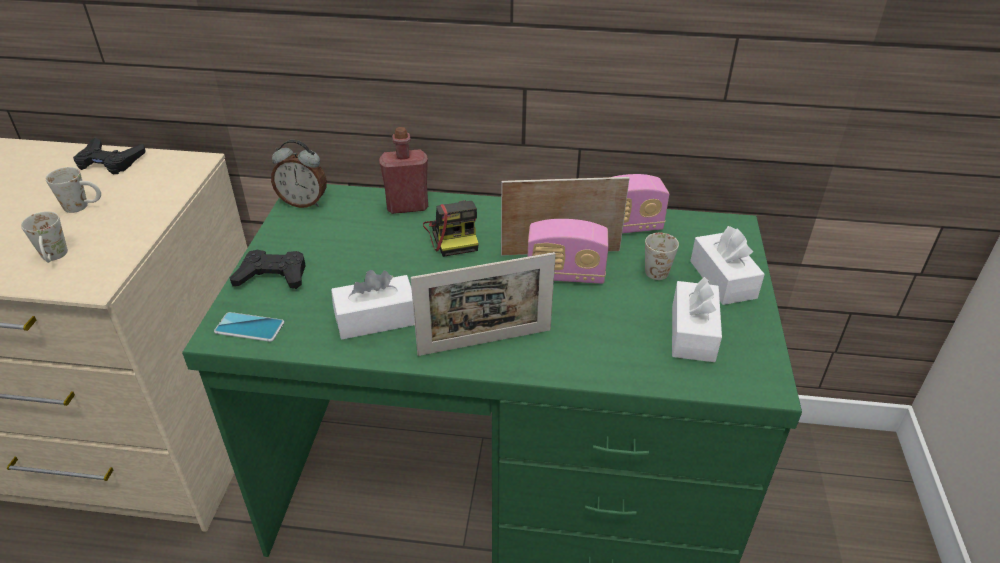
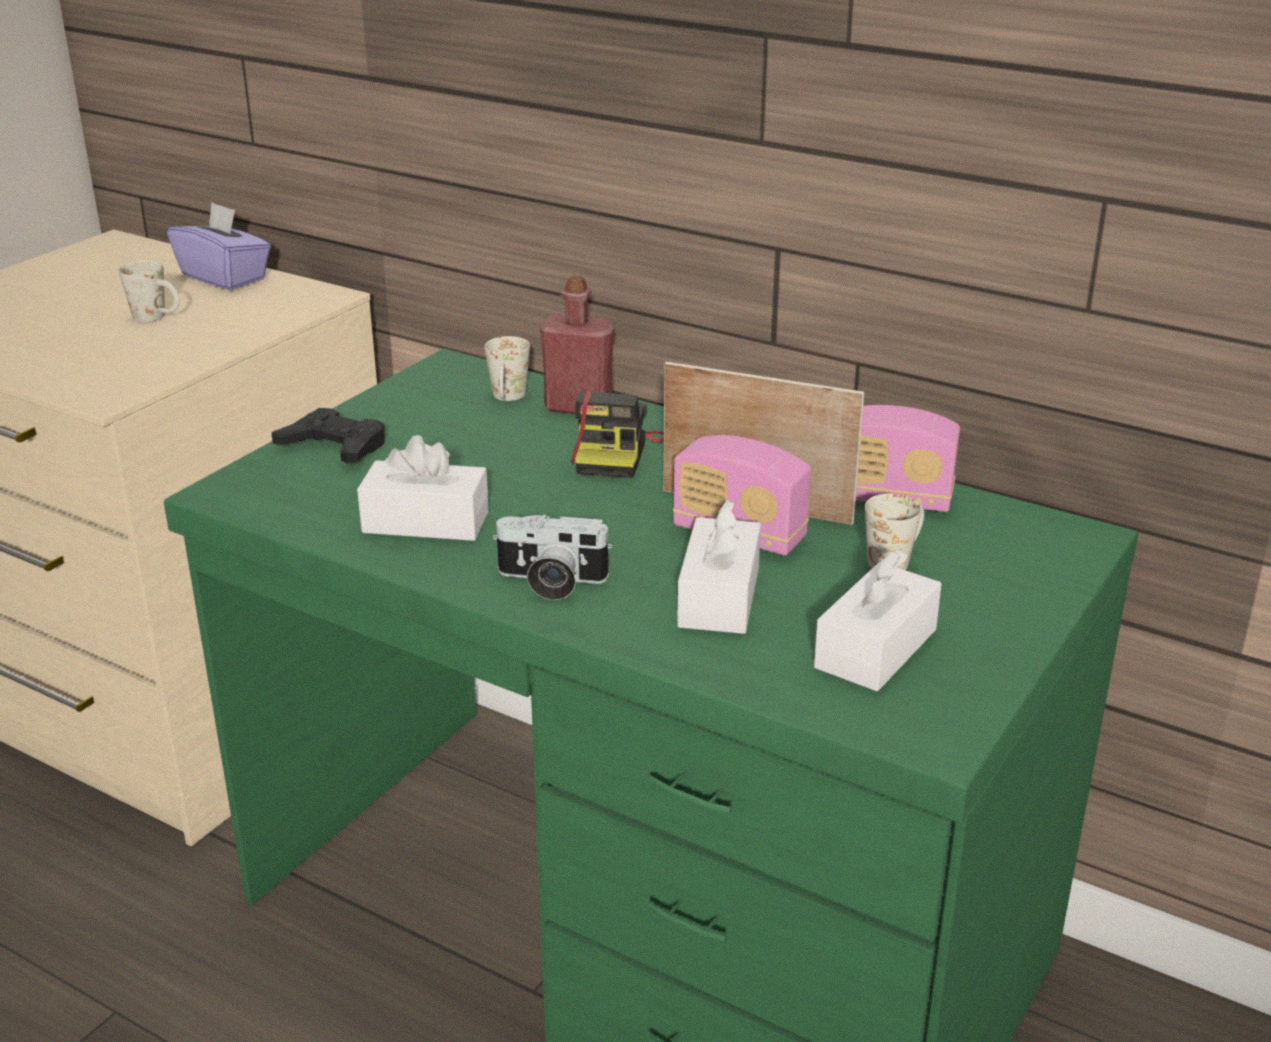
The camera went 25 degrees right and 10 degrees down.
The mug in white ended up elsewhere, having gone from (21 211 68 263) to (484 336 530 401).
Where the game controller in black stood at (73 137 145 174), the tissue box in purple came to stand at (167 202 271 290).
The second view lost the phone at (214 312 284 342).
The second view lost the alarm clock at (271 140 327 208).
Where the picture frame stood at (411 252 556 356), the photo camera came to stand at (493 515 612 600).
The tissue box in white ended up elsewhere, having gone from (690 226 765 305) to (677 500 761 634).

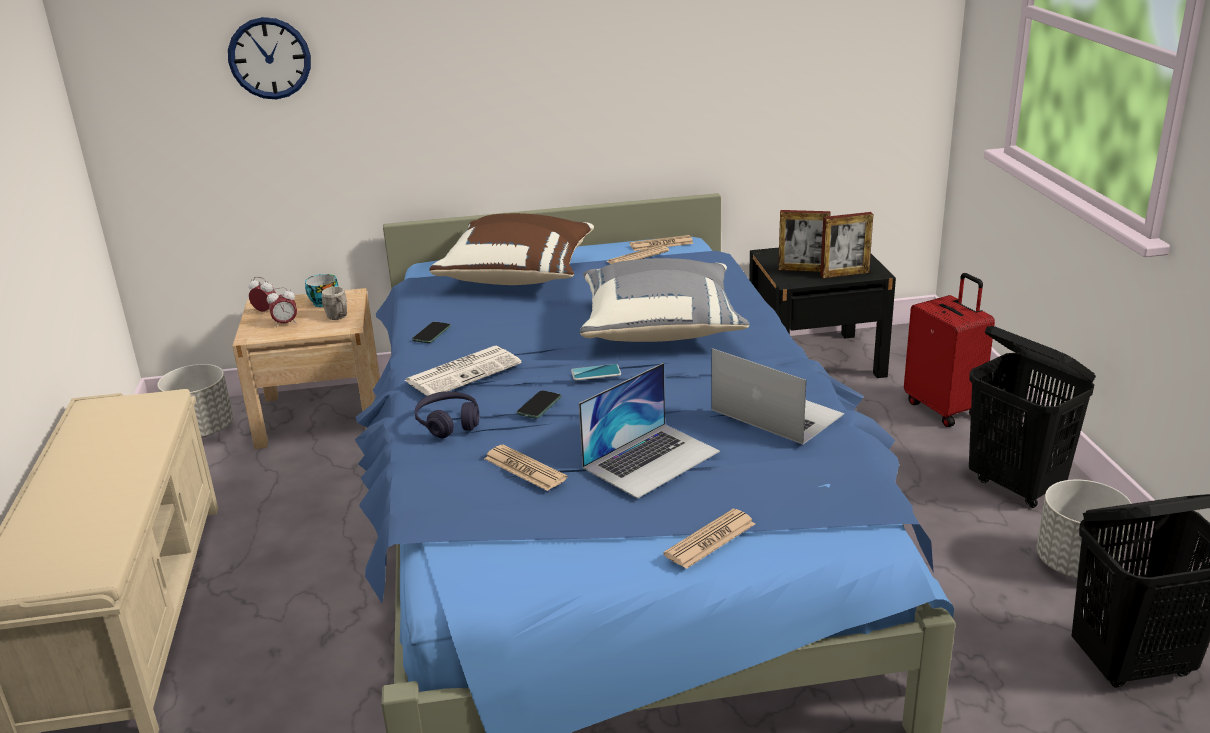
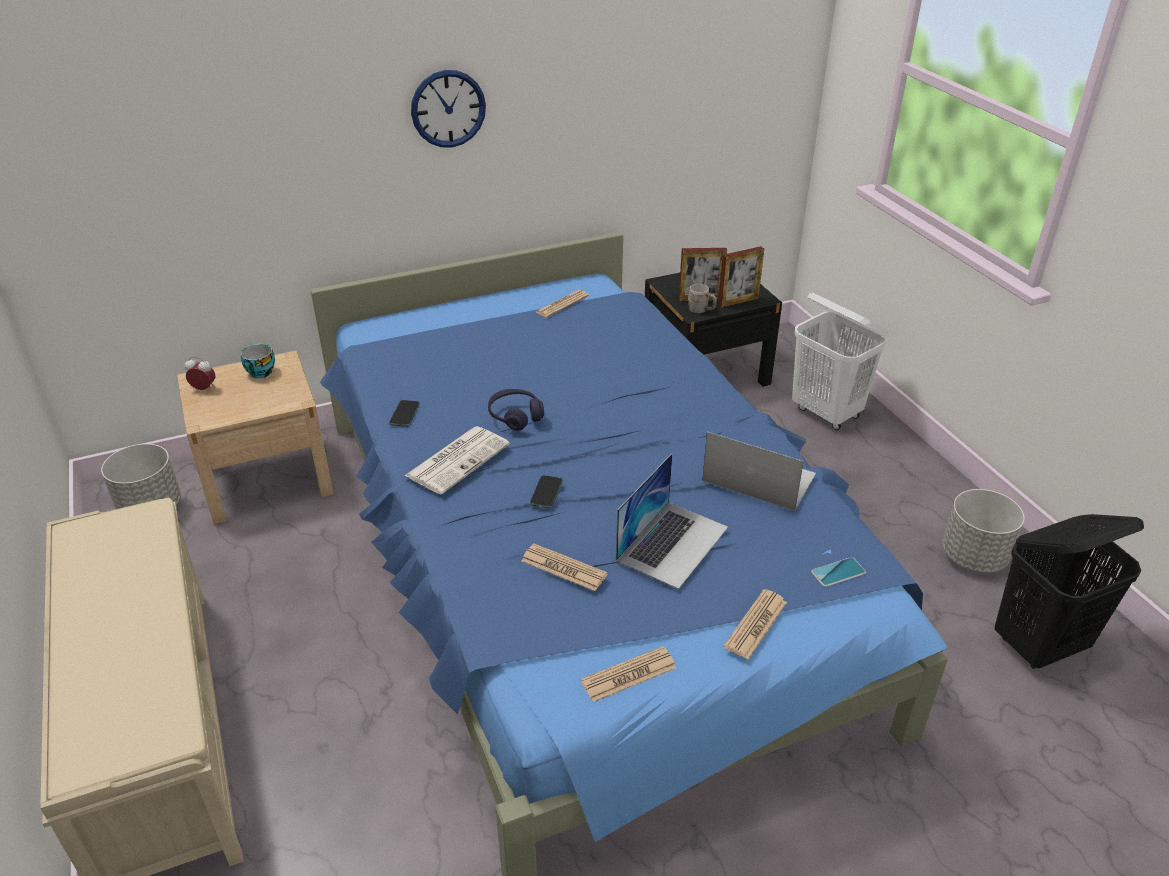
The camera went 15 degrees left and 10 degrees up.
The wall clock ended up elsewhere, having gone from (228 17 311 99) to (411 70 486 147).
The second view lost the alarm clock at (267 287 297 327).
The mug in grey ended up elsewhere, having gone from (322 287 347 320) to (688 284 717 313).
The headphones in purple ended up elsewhere, having gone from (415 391 479 438) to (488 389 544 431).
The second view lost the pillow in brown at (429 213 594 285).
The phone ended up elsewhere, having gone from (571 364 621 381) to (811 557 866 587).
The second view lost the pillow in grey at (580 258 750 342).
The newspaper ended up elsewhere, having gone from (630 235 694 251) to (581 646 676 702).
Where the suitcase in red stood at (904 273 995 427), the laundry basket in white came to stand at (792 293 887 430).
The second view lost the laundry basket in black at (969 326 1096 508).

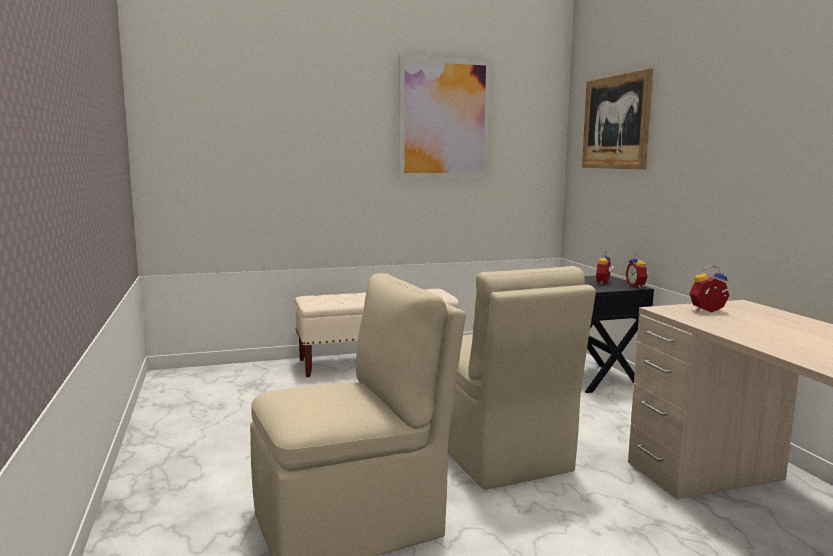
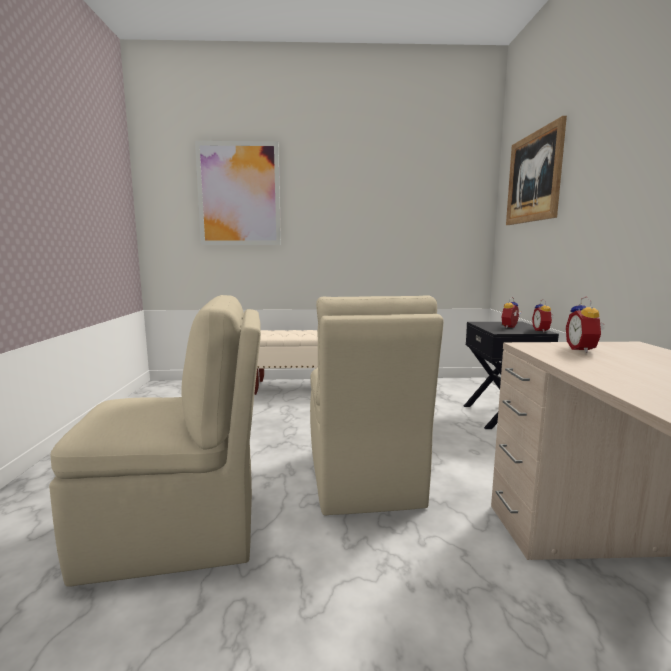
The camera went 15 degrees right and 0 degrees up.
The picture ended up elsewhere, having gone from (398 55 491 178) to (195 141 281 245).
The alarm clock at (690 265 729 312) ended up facing another way, 90 degrees counterclockwise from before.

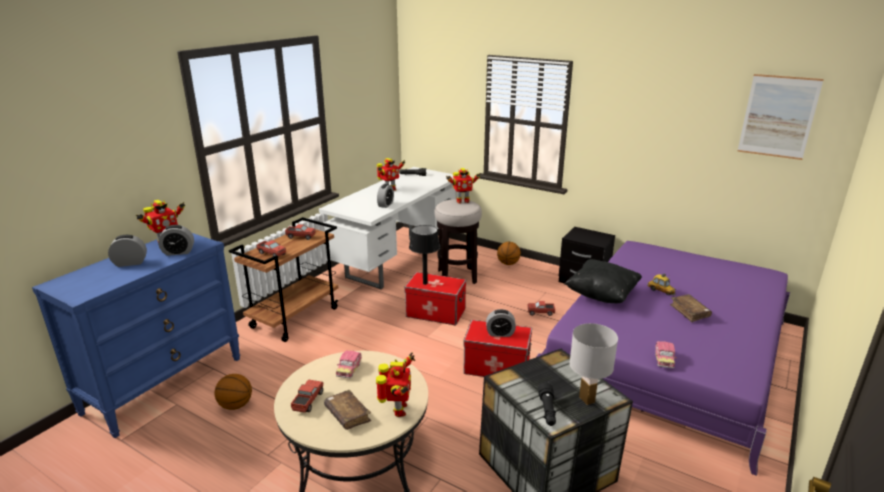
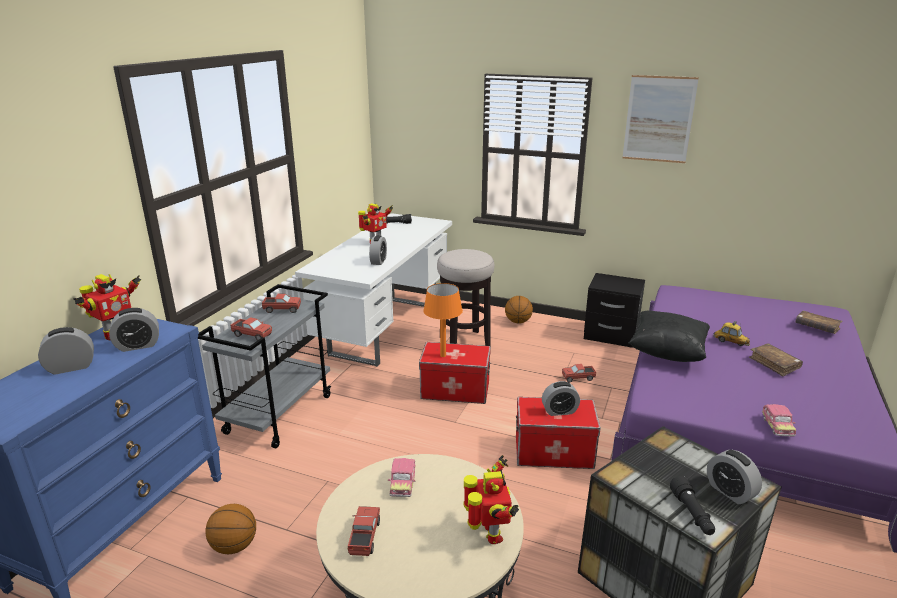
The camera went 10 degrees left and 0 degrees up.
What was the cart in brown at (229 217 339 342) turned into the cart in grey at (198 284 331 449).
The book in brown ended up elsewhere, having gone from (324 390 371 430) to (795 311 842 334).
What was the table lamp in black at (409 225 440 285) turned into the table lamp in orange at (423 283 463 357).
The second view lost the toy robot at (446 168 480 204).
Where the table lamp in white stood at (569 323 618 405), the alarm clock came to stand at (707 450 762 504).
The picture ended up elsewhere, having gone from (737 74 824 160) to (622 75 699 163).

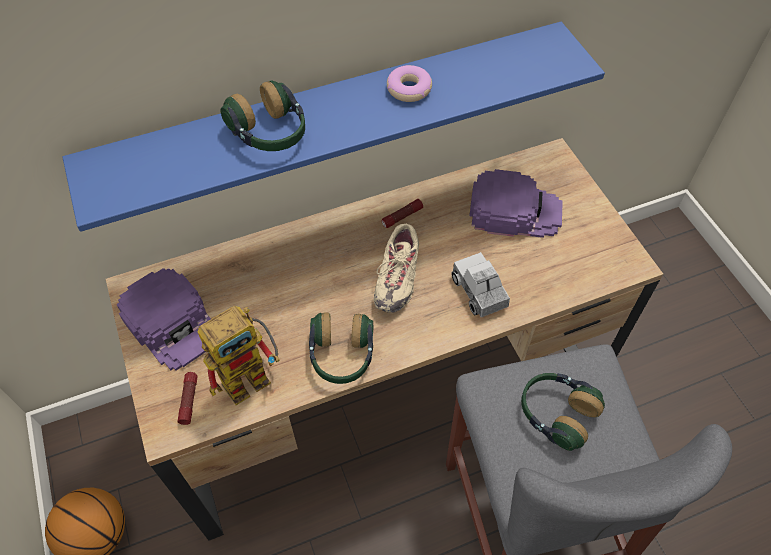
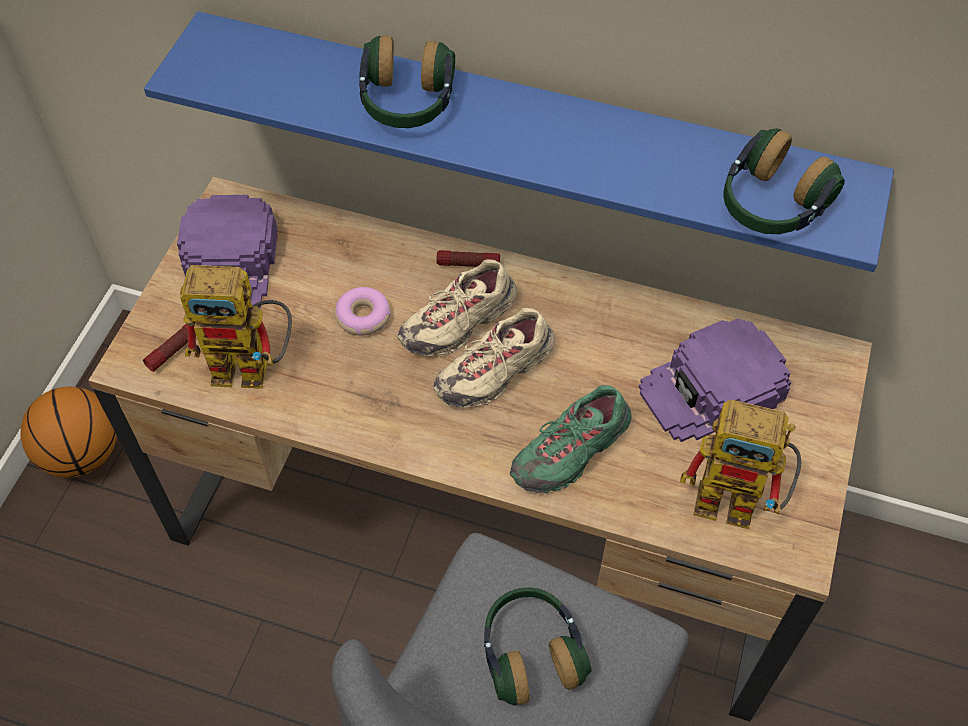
The camera went 40 degrees right and 0 degrees up.
The headphones ended up elsewhere, having gone from (309 312 373 384) to (723 128 845 234).
The flashlight ended up elsewhere, having gone from (382 199 423 228) to (436 250 500 267).
The donut ended up elsewhere, having gone from (387 65 432 102) to (335 287 391 336).
Where the toy truck stood at (452 252 510 317), the shoe in green came to stand at (510 385 631 493).
The cap in purple at (469 169 563 238) ended up facing another way, 105 degrees clockwise from before.
The second view gained the shoe in beige at (397 259 517 356).
The second view gained the toy robot at (680 400 801 529).

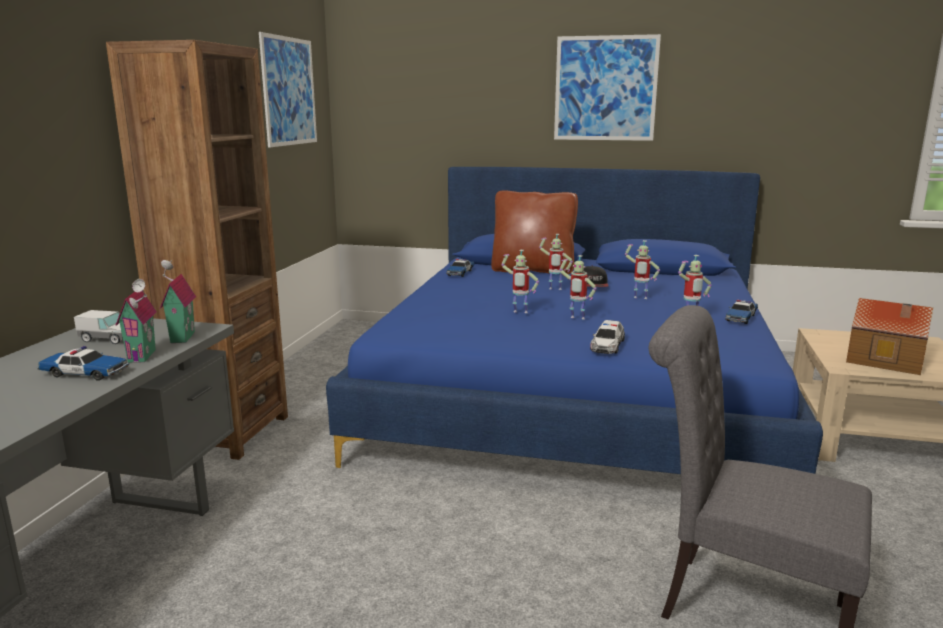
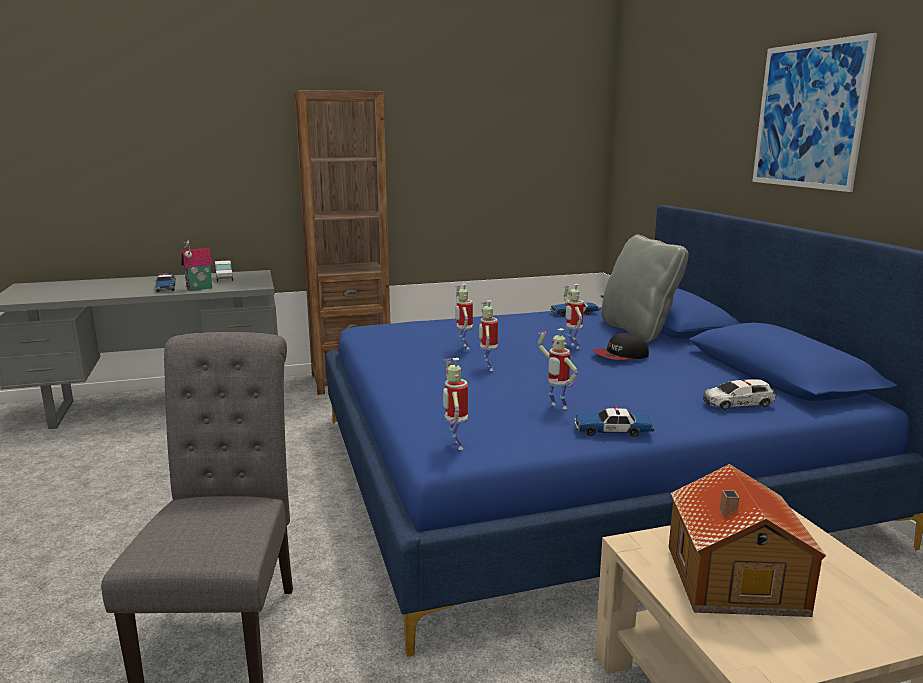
The camera went 60 degrees right and 0 degrees up.
The second view lost the toy house at (160 260 196 343).
The second view lost the picture at (259 32 317 147).
What was the pillow in brown at (491 190 578 275) turned into the pillow in grey at (601 234 689 342).
The toy car ended up elsewhere, having gone from (590 320 625 354) to (703 379 776 410).
The toy robot ended up elsewhere, having gone from (625 240 660 299) to (443 358 468 450).

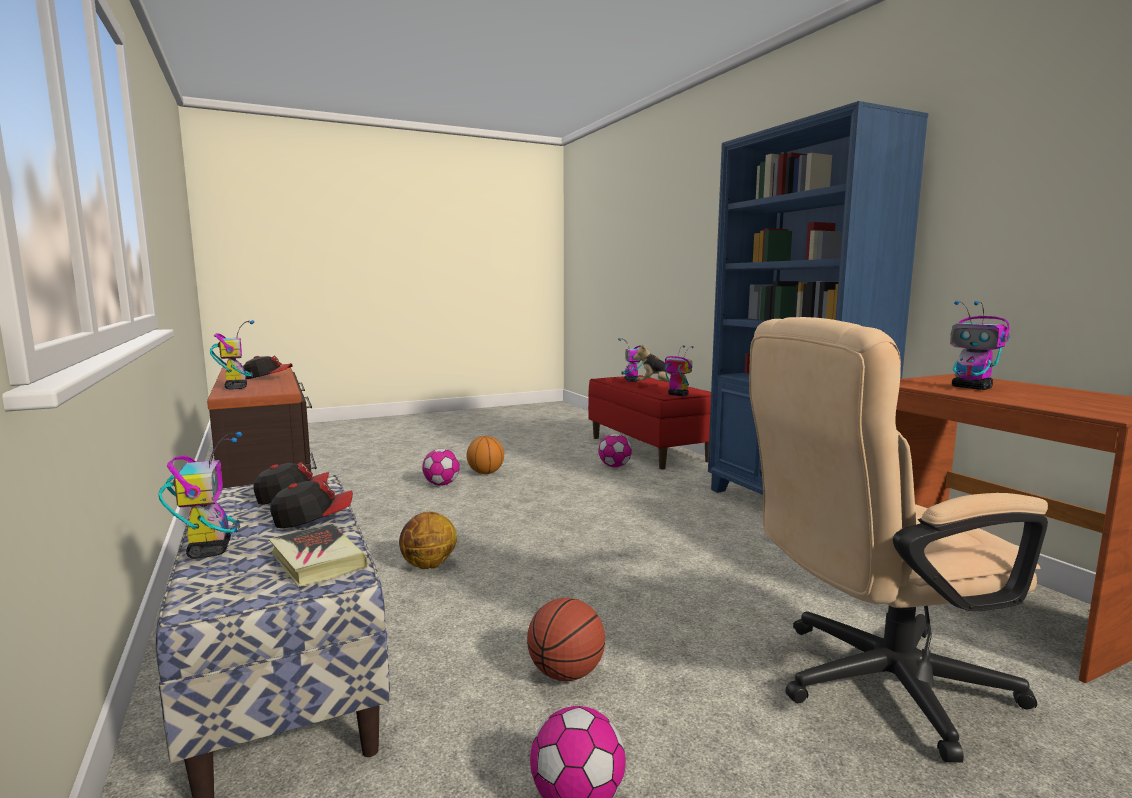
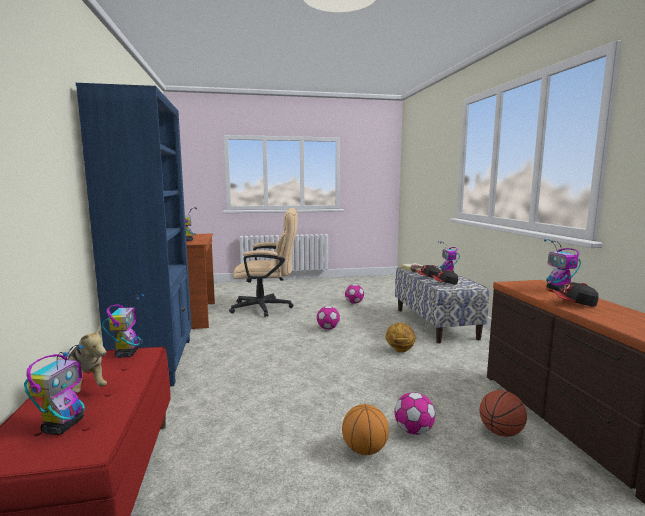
The camera went 165 degrees left and 0 degrees up.
The basketball ended up elsewhere, having gone from (527 598 605 681) to (480 390 527 437).
The football ended up elsewhere, having gone from (598 434 632 467) to (317 306 340 330).
The toy robot at (665 345 694 396) ended up facing another way, 150 degrees counterclockwise from before.

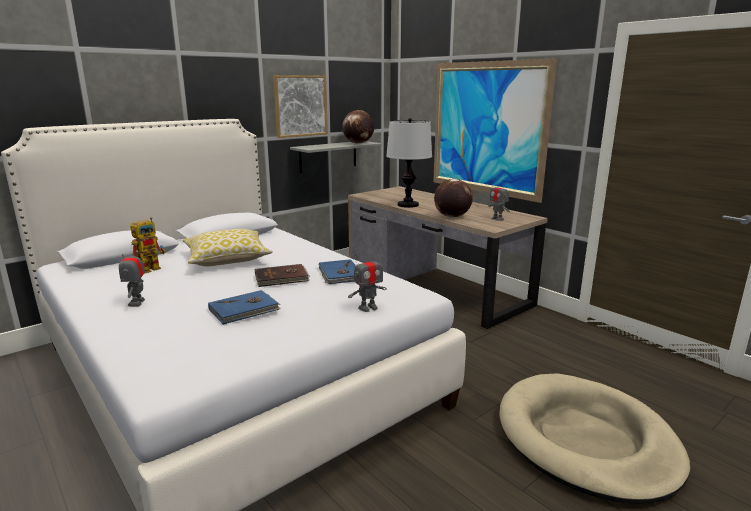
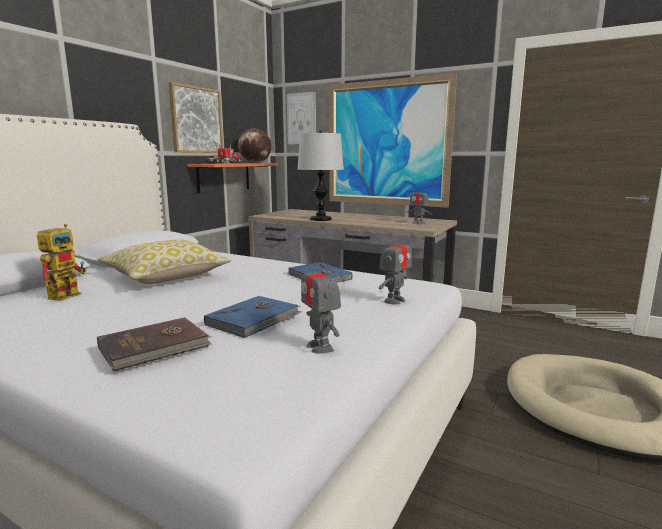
The camera went 20 degrees left and 5 degrees down.
The toy robot ended up elsewhere, having gone from (119 244 145 307) to (301 253 341 354).
The book in brown ended up elsewhere, having gone from (255 264 310 287) to (97 317 212 371).
What was the shelf in grey at (290 141 382 173) turned into the shelf in orange at (188 163 278 193).
The second view lost the globe at (434 179 473 218).
The second view gained the toy truck at (206 145 242 164).
The second view gained the picture at (287 92 316 144).

